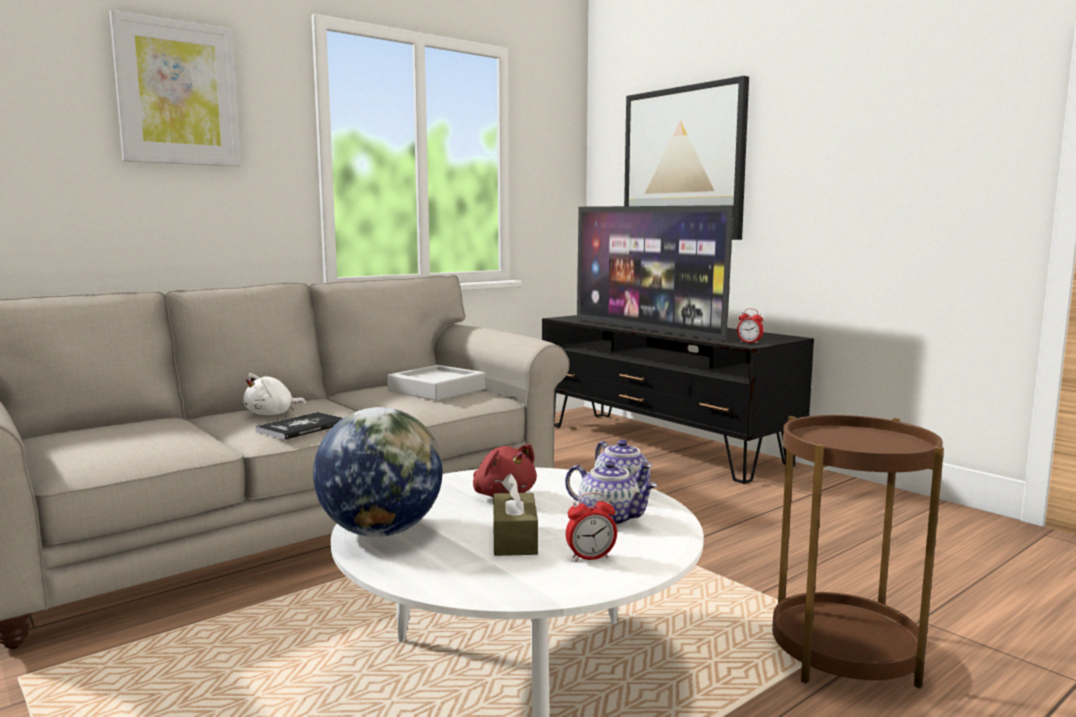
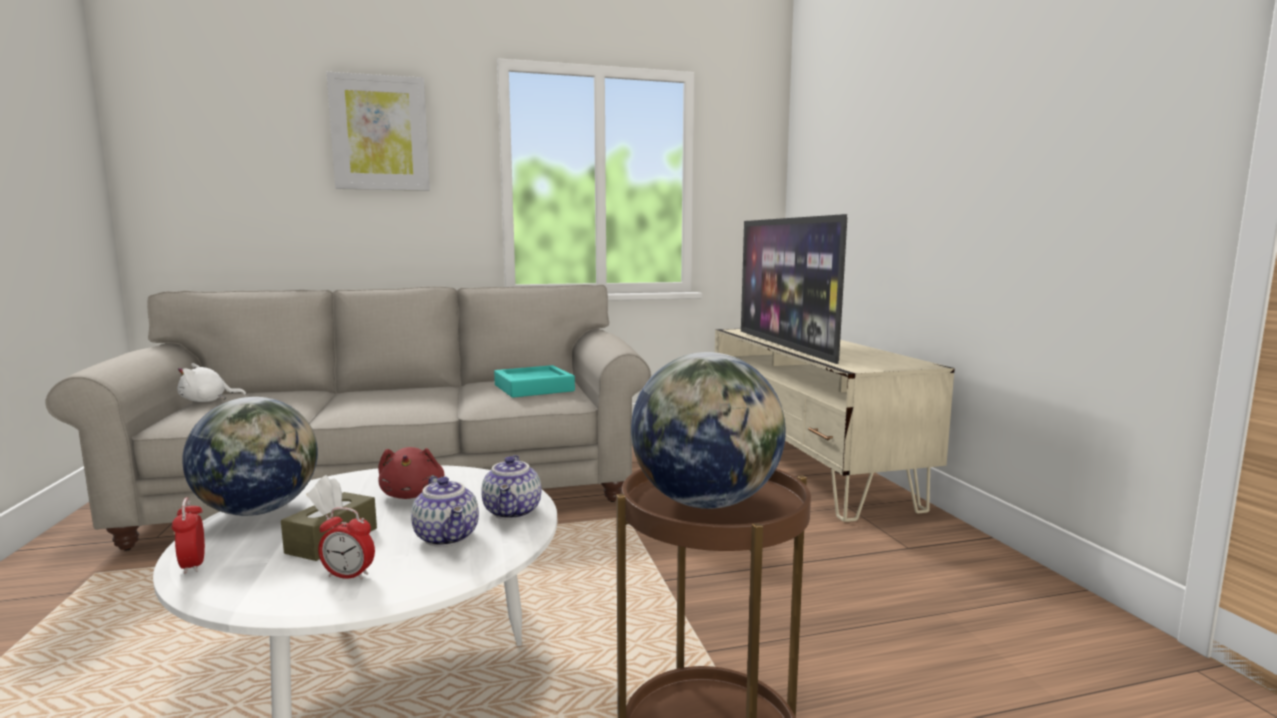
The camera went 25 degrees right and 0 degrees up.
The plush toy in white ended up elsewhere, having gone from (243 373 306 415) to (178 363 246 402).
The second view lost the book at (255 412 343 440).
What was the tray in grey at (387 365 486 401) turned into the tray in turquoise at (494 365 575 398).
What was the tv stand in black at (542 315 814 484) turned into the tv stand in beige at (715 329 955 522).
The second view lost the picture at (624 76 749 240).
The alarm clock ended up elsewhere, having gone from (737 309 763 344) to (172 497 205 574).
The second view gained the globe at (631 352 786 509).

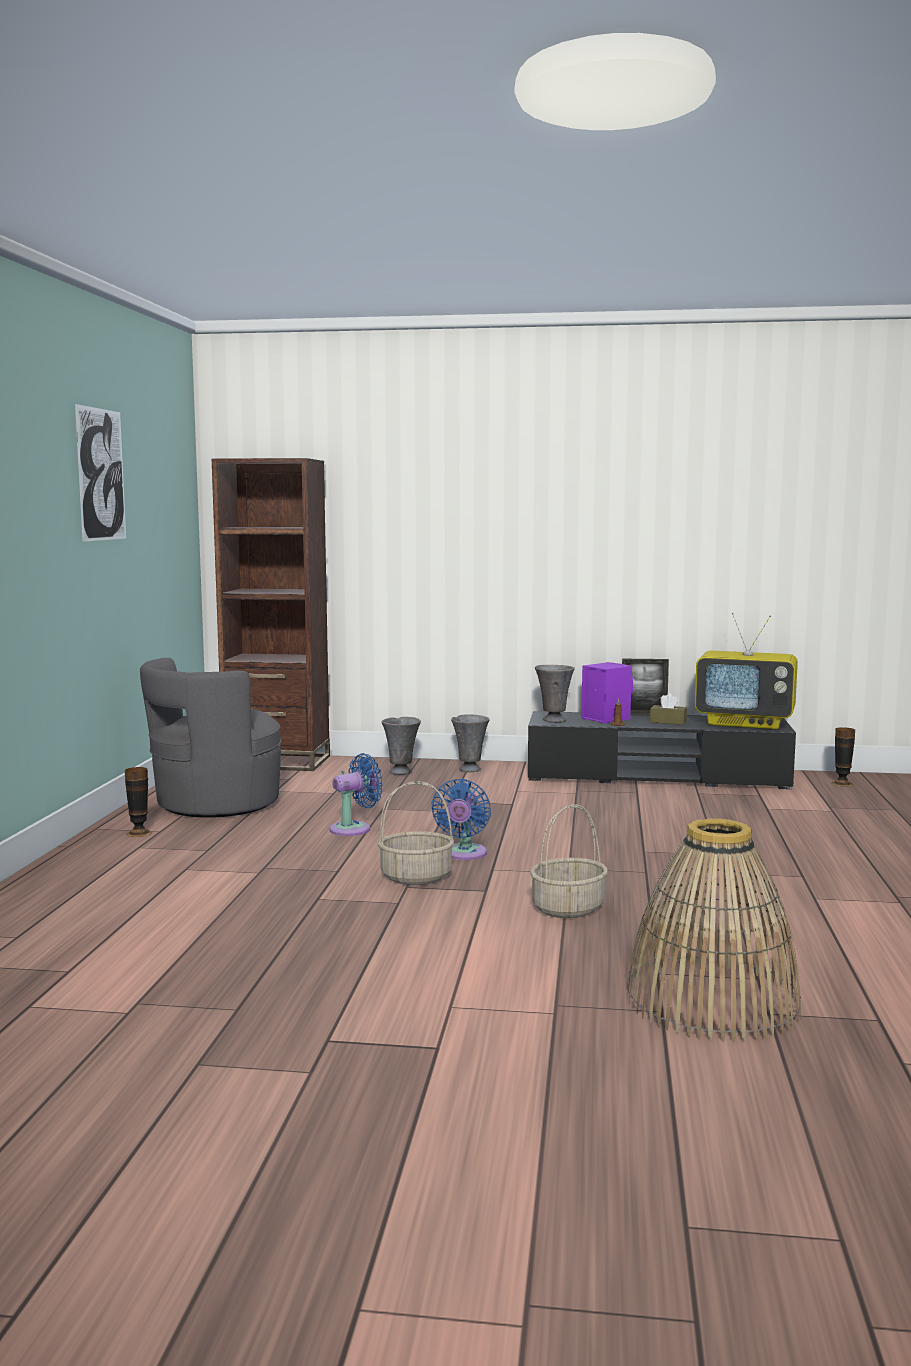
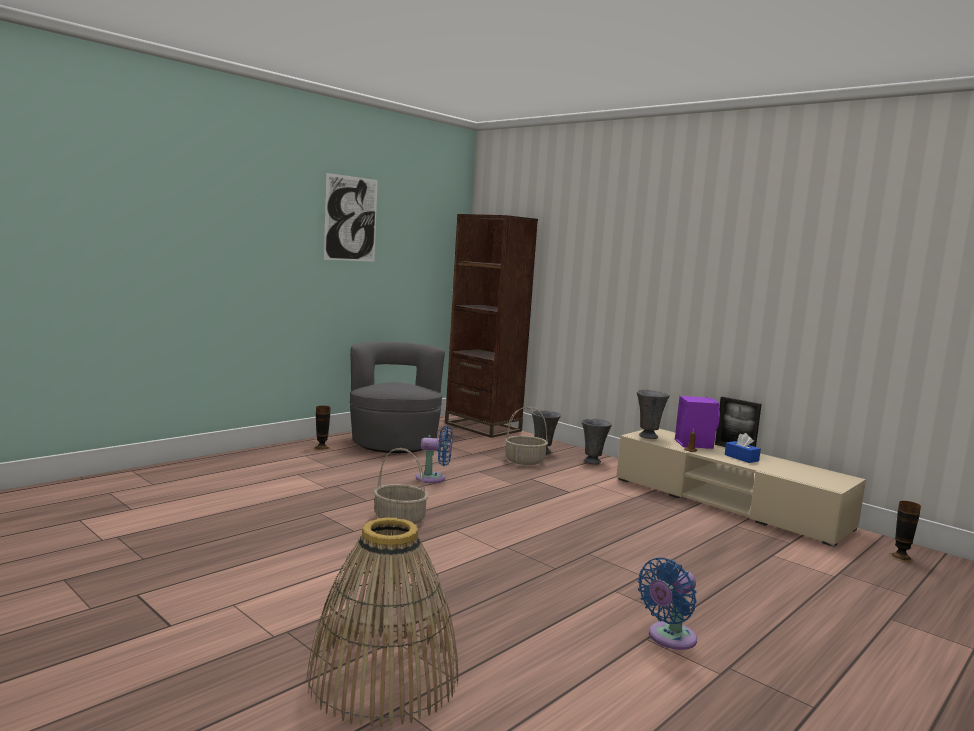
The camera went 35 degrees right and 0 degrees up.
The armchair in grey at (140 658 282 818) ended up facing another way, 90 degrees clockwise from before.
The fan in blue ended up elsewhere, having gone from (431 779 491 860) to (638 558 697 650).
What was the tv stand in black at (528 711 796 789) turned into the tv stand in beige at (617 429 866 547).
The basket ended up elsewhere, having gone from (530 804 608 918) to (505 407 548 465).
What was the tissue box in brown at (650 693 687 725) turned into the tissue box in blue at (725 433 761 463).
The second view lost the television at (695 613 798 729).

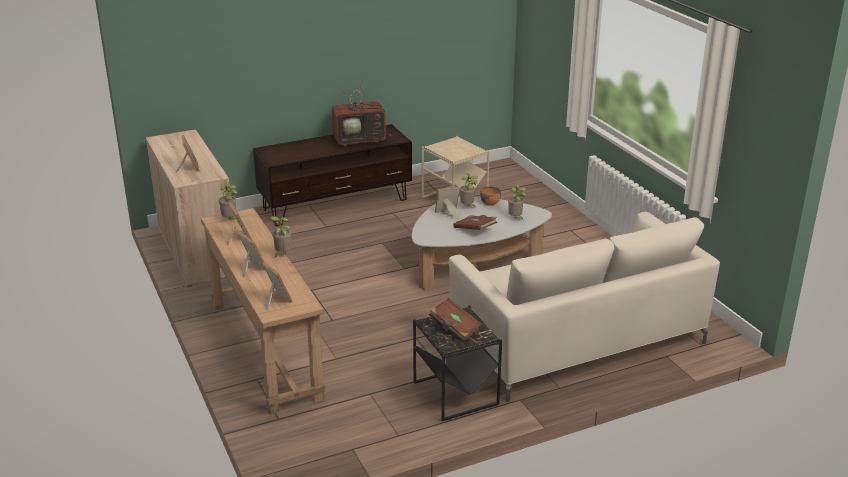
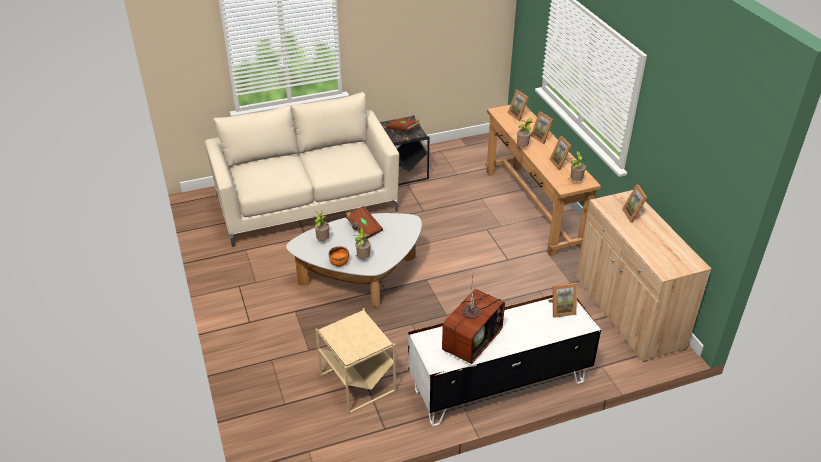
The camera went 175 degrees left and 10 degrees up.
What was the tv stand in brown at (253 124 412 226) turned into the tv stand in white at (408 295 601 426).
The television at (332 75 392 146) ended up facing another way, 135 degrees clockwise from before.
The picture frame ended up elsewhere, having gone from (435 187 461 219) to (548 283 577 318).

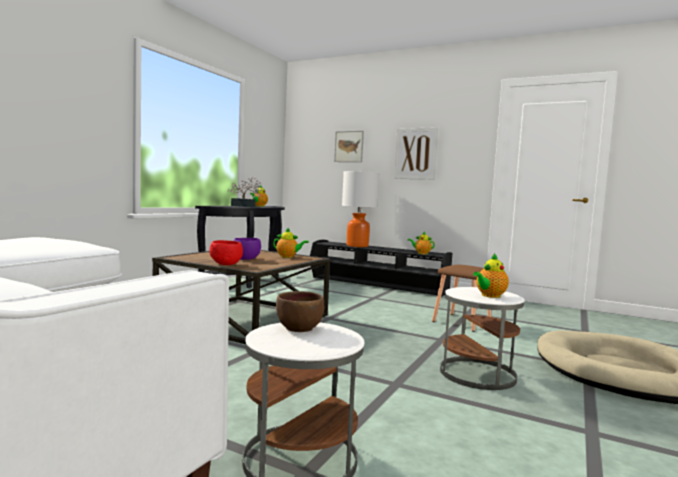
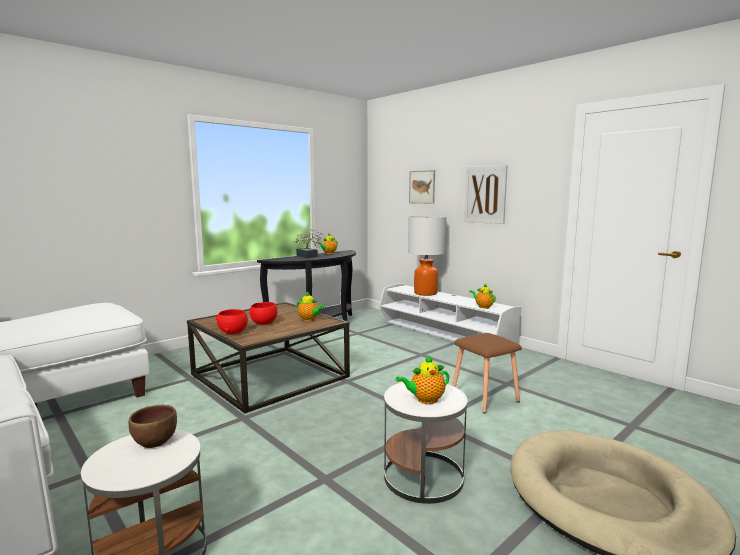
The camera went 20 degrees right and 5 degrees up.
What was the bowl in purple at (233 238 261 260) turned into the bowl in red at (250 302 278 325).
What was the tv stand in black at (310 240 452 296) turned into the tv stand in white at (379 284 521 356).

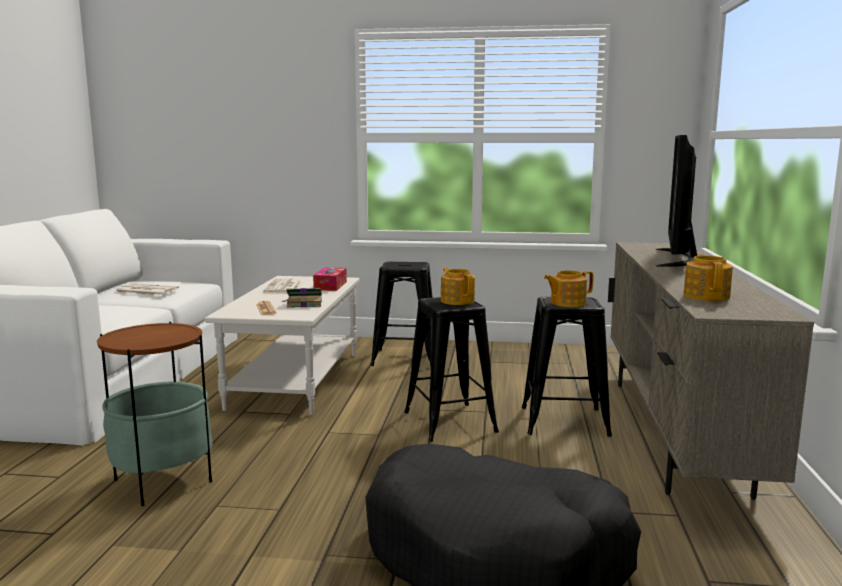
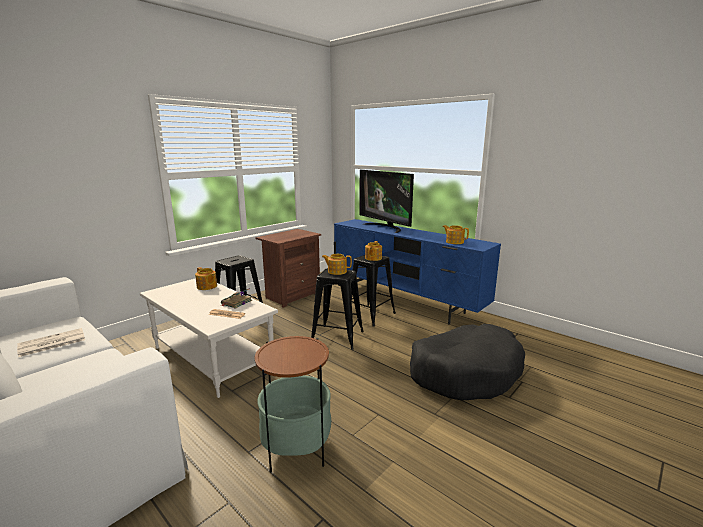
The camera went 55 degrees left and 5 degrees up.
The second view lost the newspaper at (263 278 302 294).
Where the tissue box stood at (313 267 347 291), the teapot came to stand at (195 267 217 290).
What was the tv stand in beige at (608 242 814 500) turned into the tv stand in blue at (334 219 501 325).
The second view gained the nightstand in brown at (255 229 321 308).

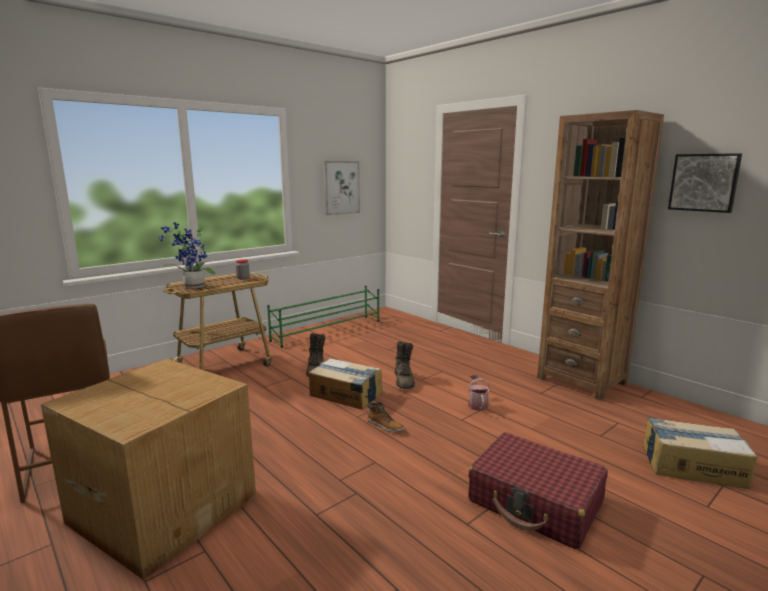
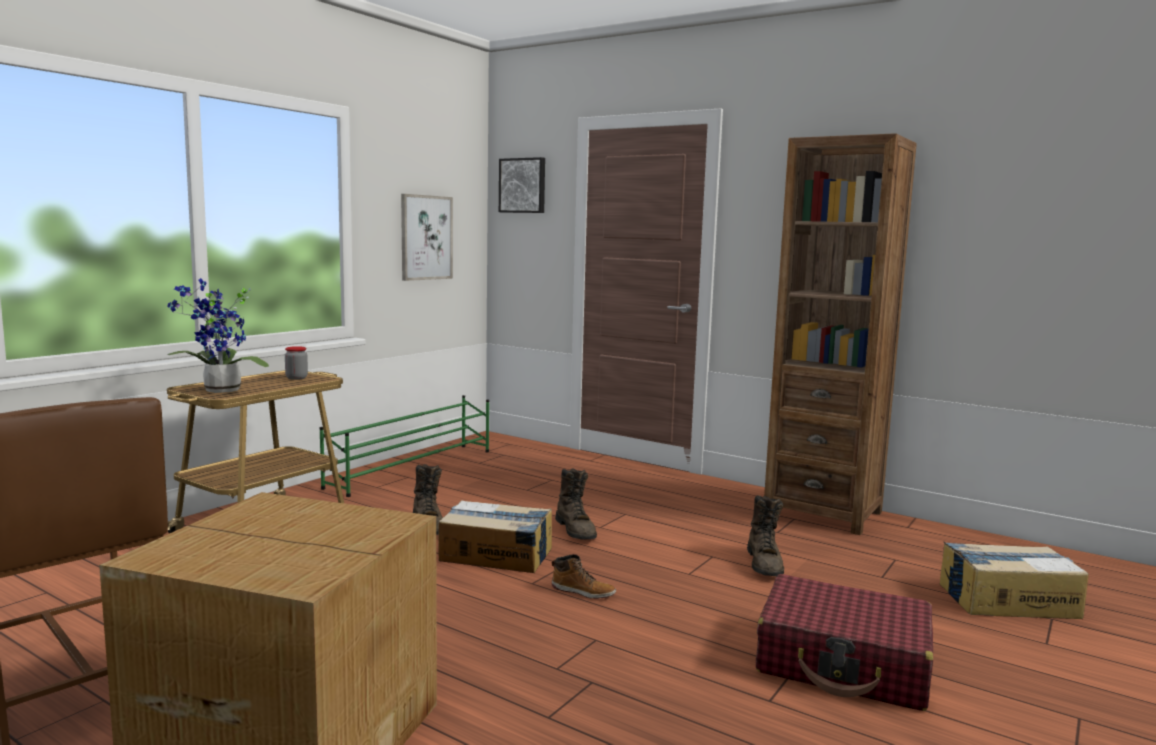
The camera went 15 degrees left and 5 degrees down.
The second view lost the watering can at (468 375 491 411).
The picture ended up elsewhere, having gone from (668 153 742 213) to (499 157 545 213).
The second view gained the boot in brown at (747 495 784 576).

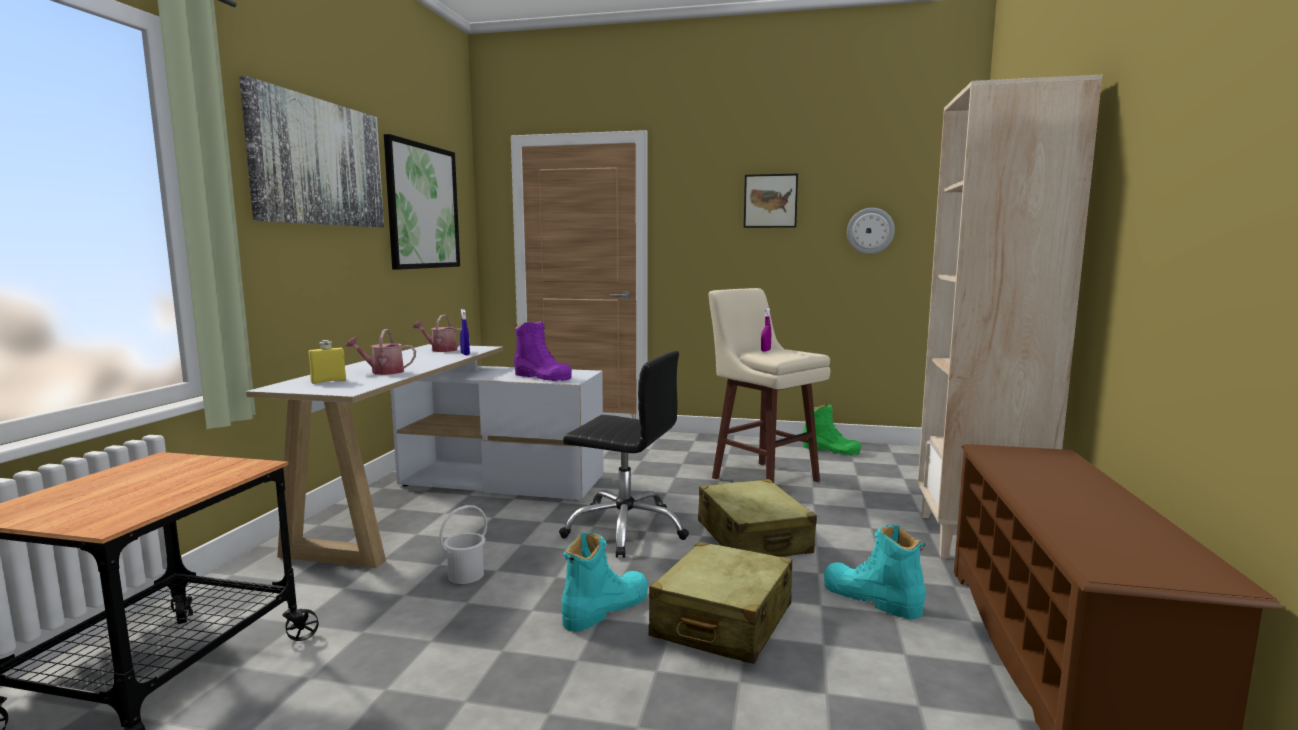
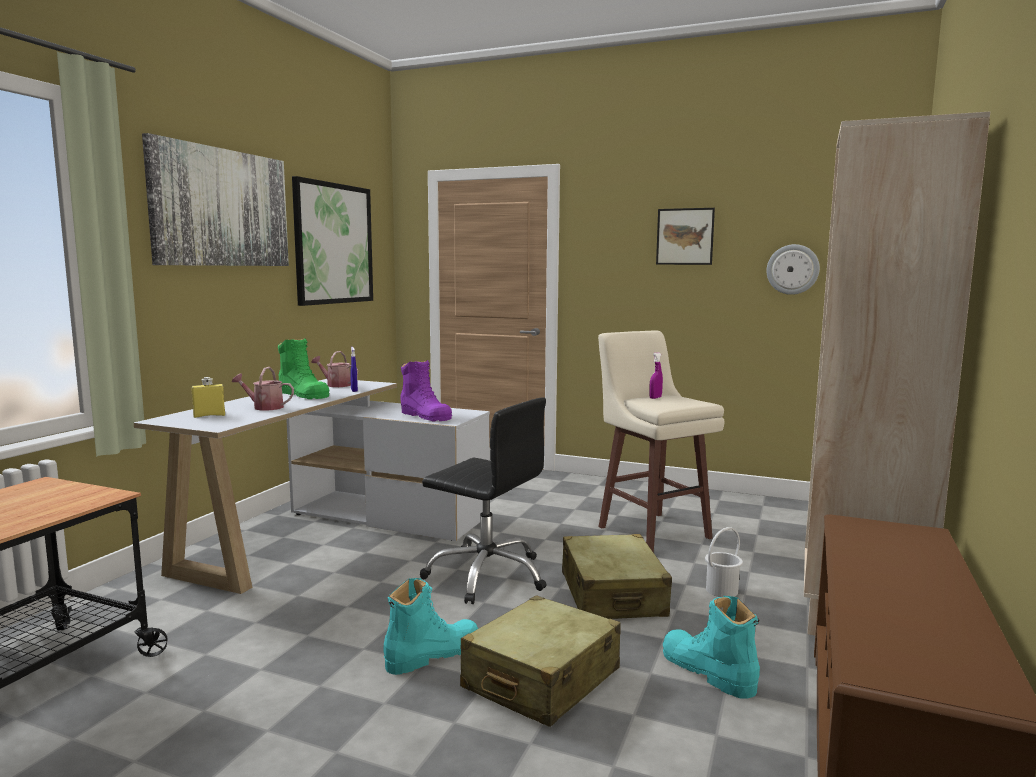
The camera went 10 degrees right and 0 degrees up.
The bucket in white ended up elsewhere, having gone from (440 505 487 584) to (705 527 743 597).
The boot in green ended up elsewhere, having gone from (803 404 861 455) to (278 338 330 399).

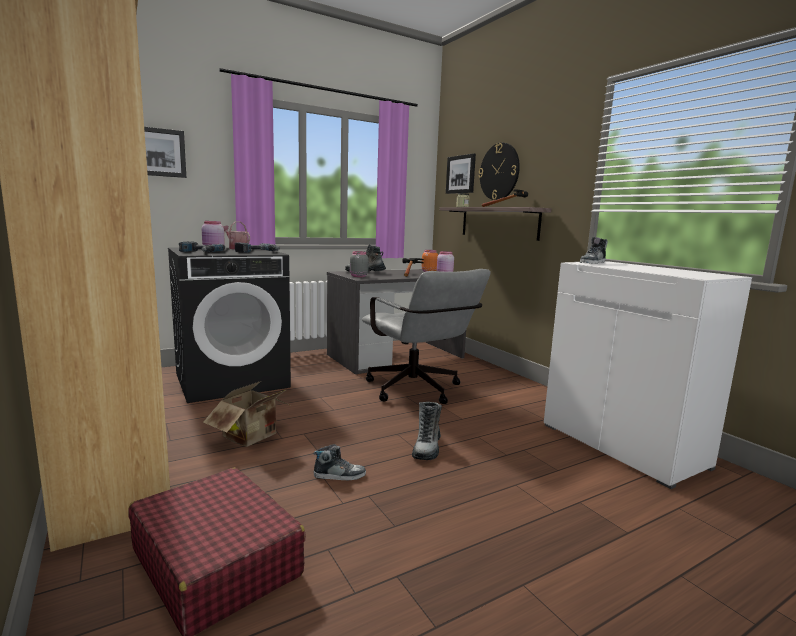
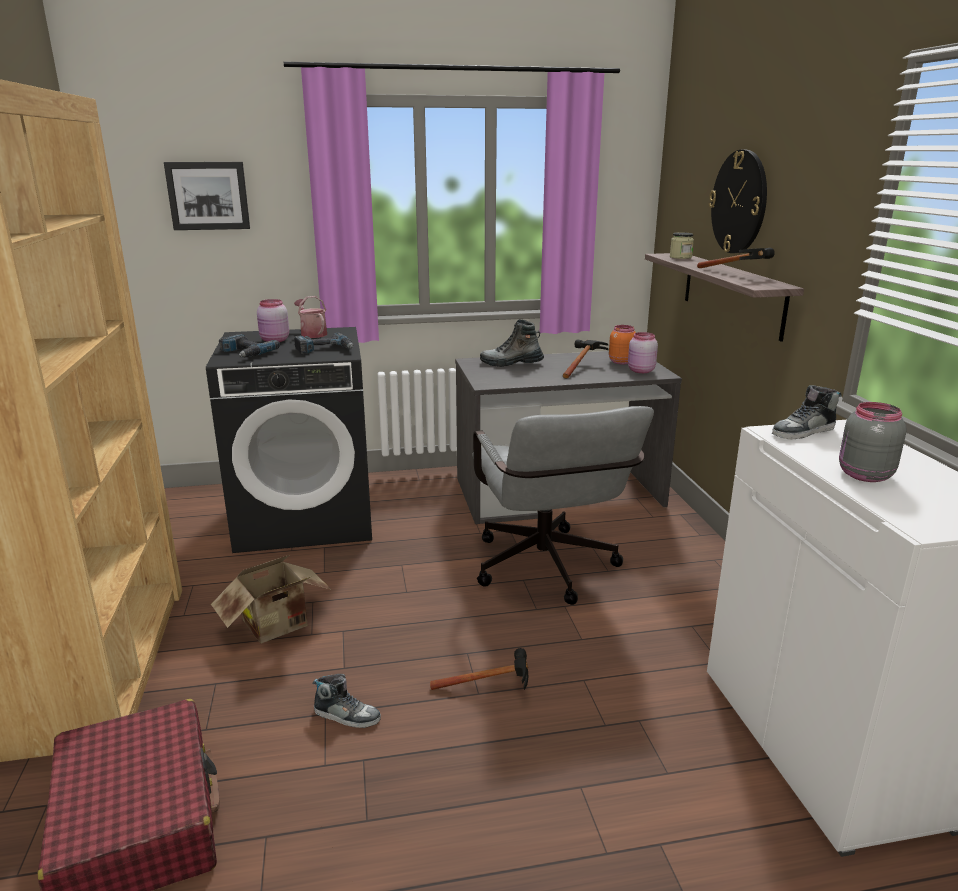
The camera went 20 degrees right and 10 degrees up.
The jar in grey ended up elsewhere, having gone from (350 251 368 277) to (839 402 907 482).
Where the boot stood at (412 402 442 460), the hammer came to stand at (430 648 528 690).
The second view lost the picture at (446 153 476 194).

